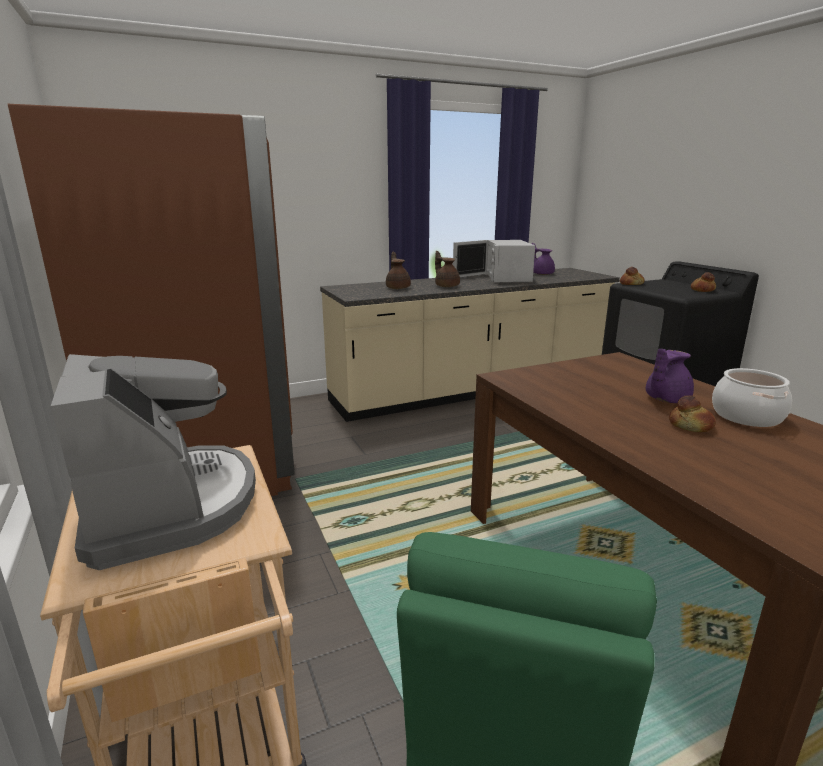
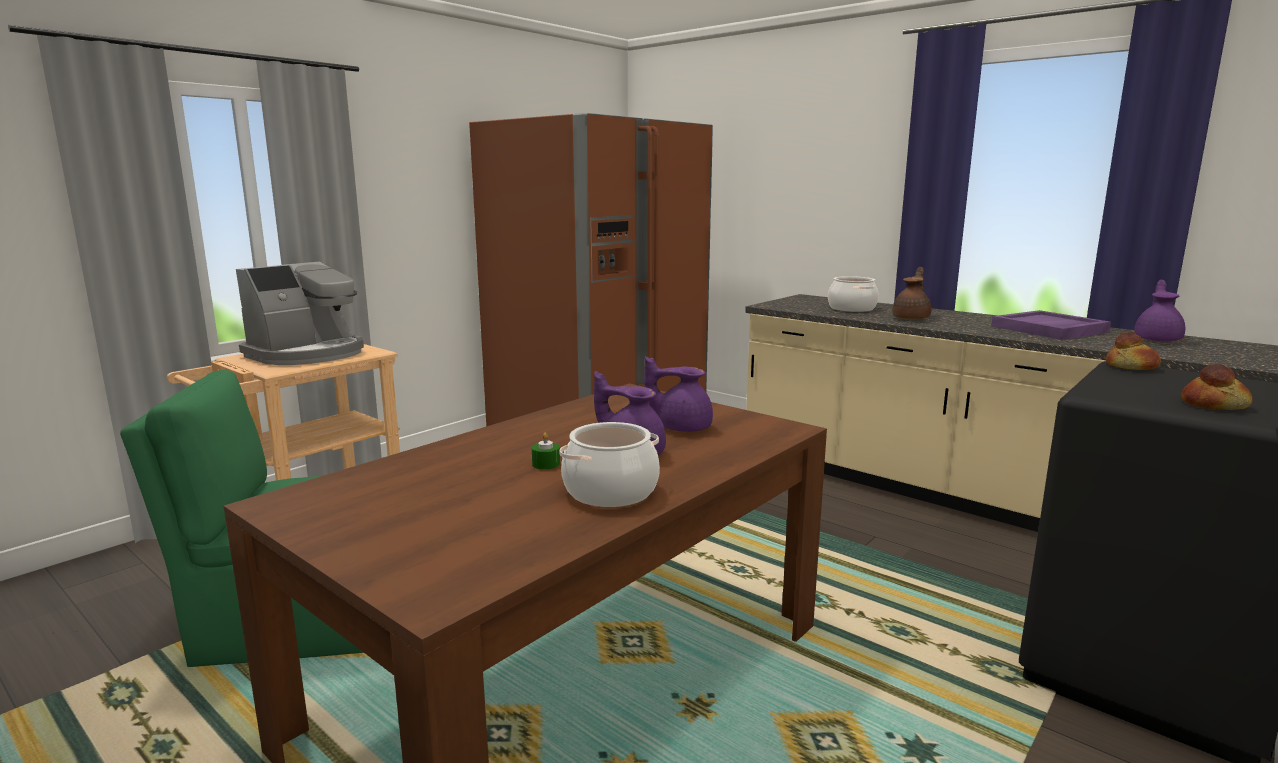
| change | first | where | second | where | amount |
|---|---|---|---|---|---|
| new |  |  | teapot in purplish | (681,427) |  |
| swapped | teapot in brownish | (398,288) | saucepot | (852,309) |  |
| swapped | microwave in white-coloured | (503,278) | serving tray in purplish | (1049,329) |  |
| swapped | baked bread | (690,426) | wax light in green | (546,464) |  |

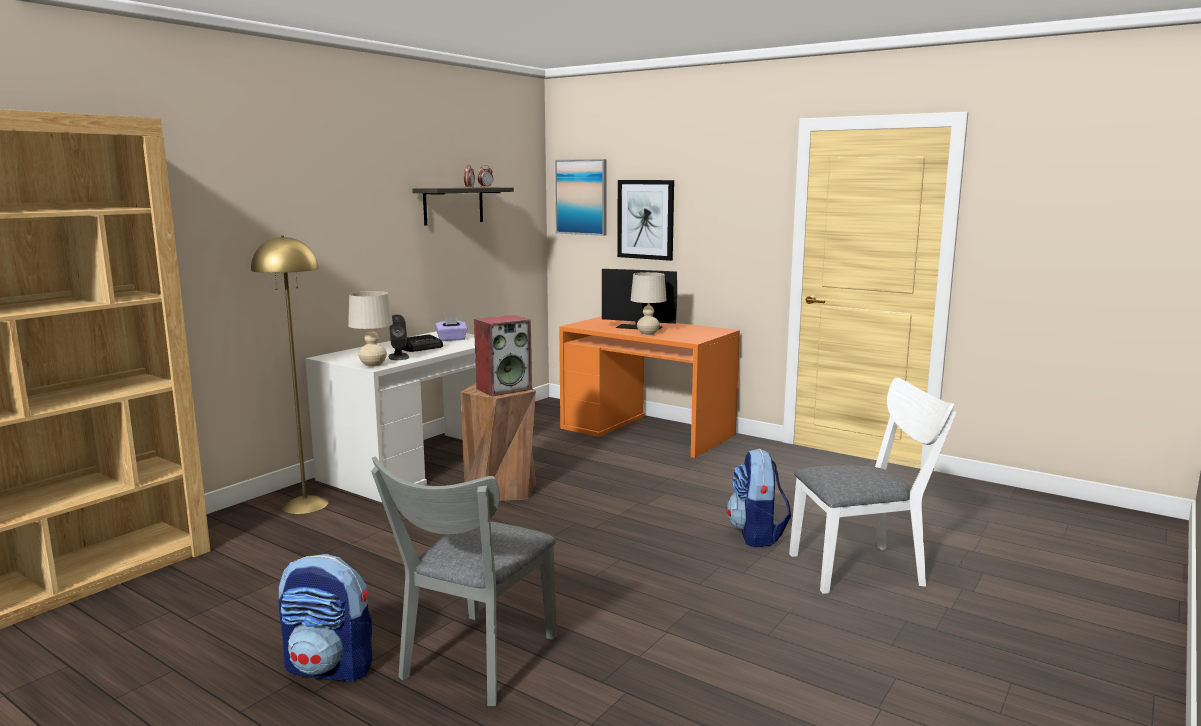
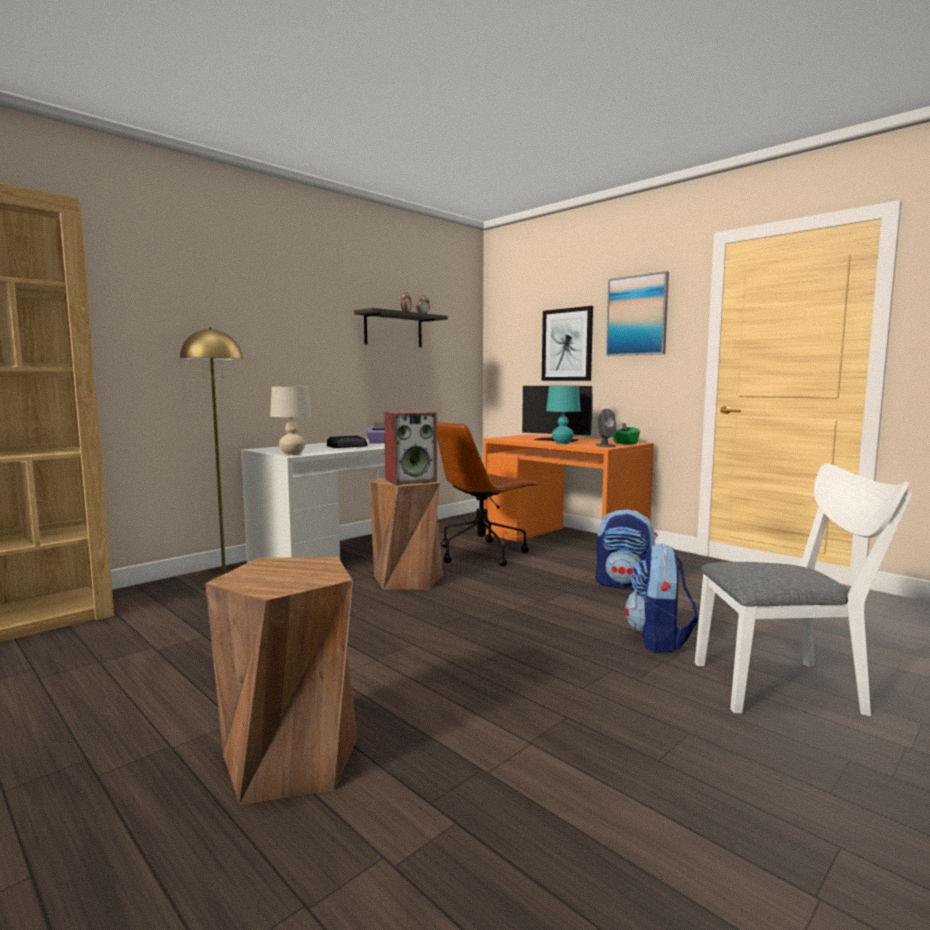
| change | first | where | second | where | amount |
|---|---|---|---|---|---|
| new |  |  | computer chair in brownish | (482,553) |  |
| new |  |  | tissue box in green | (624,443) |  |
| shifted | rucksack | (330,668) |  | (625,585) |  |
| shifted | loudspeaker in greyish | (398,357) |  | (605,445) |  |
| shifted | wall art | (581,197) |  | (637,315) |  |
| swapped | plain chair in greyish | (474,663) | stool seat in brownish | (291,759) |  |
| repainted | lamp for a table in beige-coloured | (648,334) | lamp for a table in blue-green | (562,443) |  |

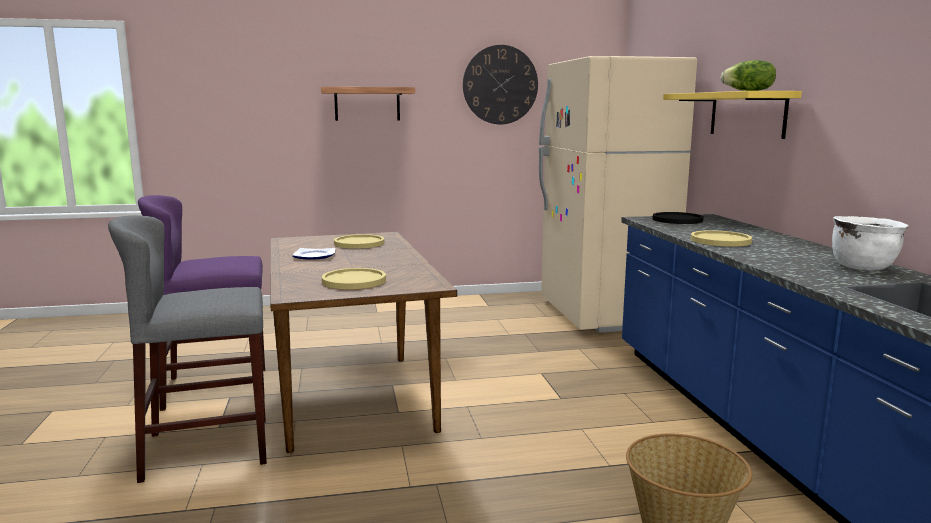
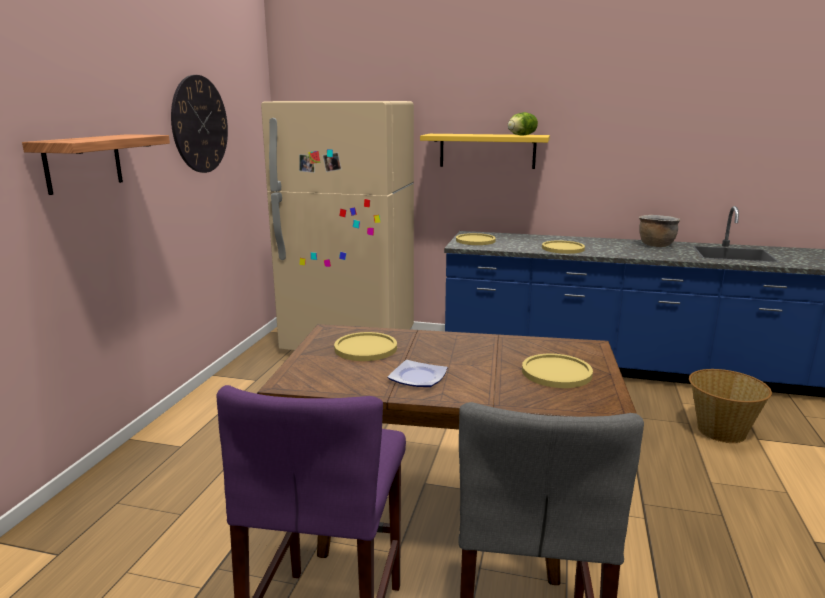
| change | first | where | second | where | amount |
|---|---|---|---|---|---|
| repainted | plate in blackish | (677,219) | plate in yellow-coloured | (475,240) |  |
| repainted | saucepot in white-coloured | (862,267) | saucepot in brownish | (655,245) |  |

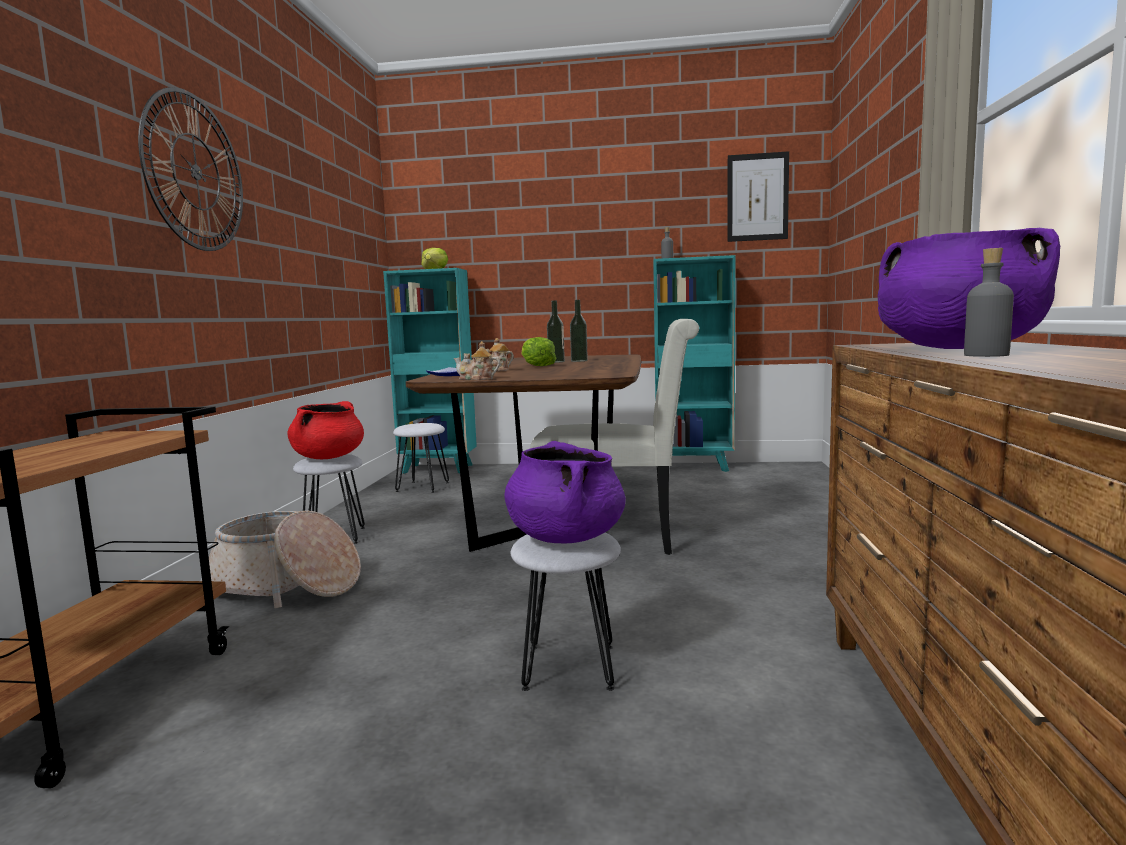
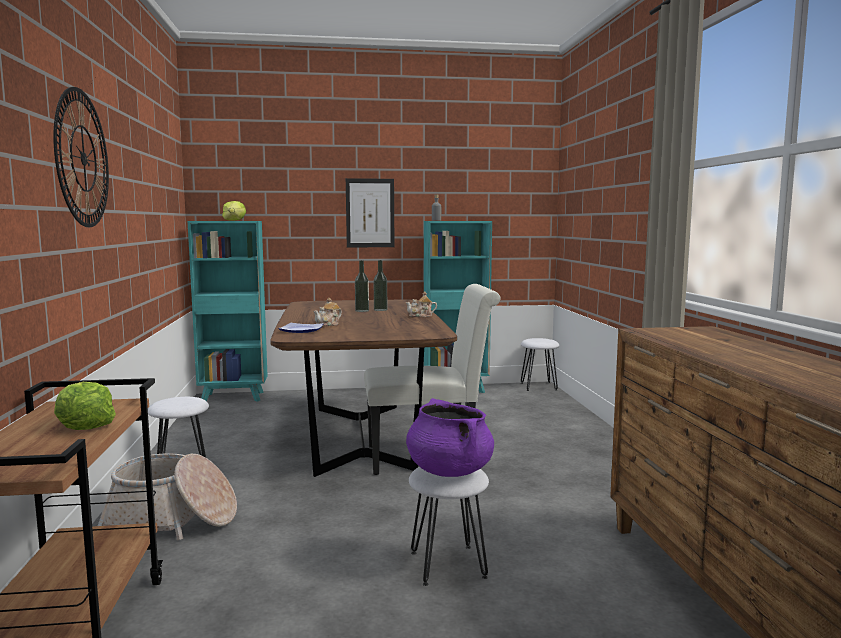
| change | first | where | second | where | amount |
|---|---|---|---|---|---|
| gone | saucepot in red | (328,457) |  |  |  |
| gone | saucepot in purplish | (956,348) |  |  |  |
| gone | beverage bottle in greyish | (986,355) |  |  |  |
| shifted | stool seat in white-coloured | (423,487) |  | (539,386) |  |
| shifted | teapot | (477,379) |  | (421,316) |  |
| shifted | head of lettuce | (537,365) |  | (84,425) |  |
| shifted | wall art | (757,197) |  | (370,213) |  |

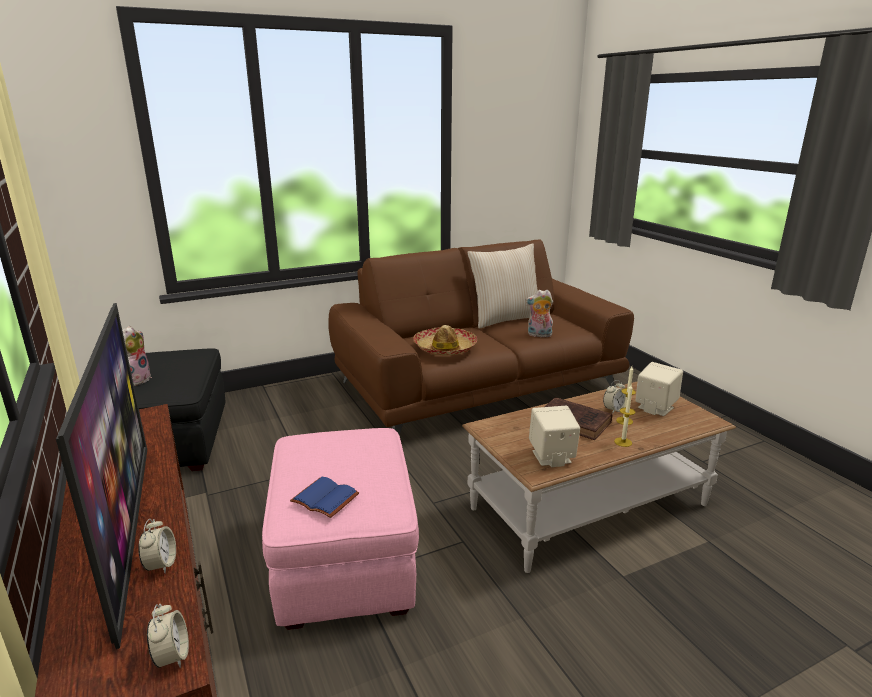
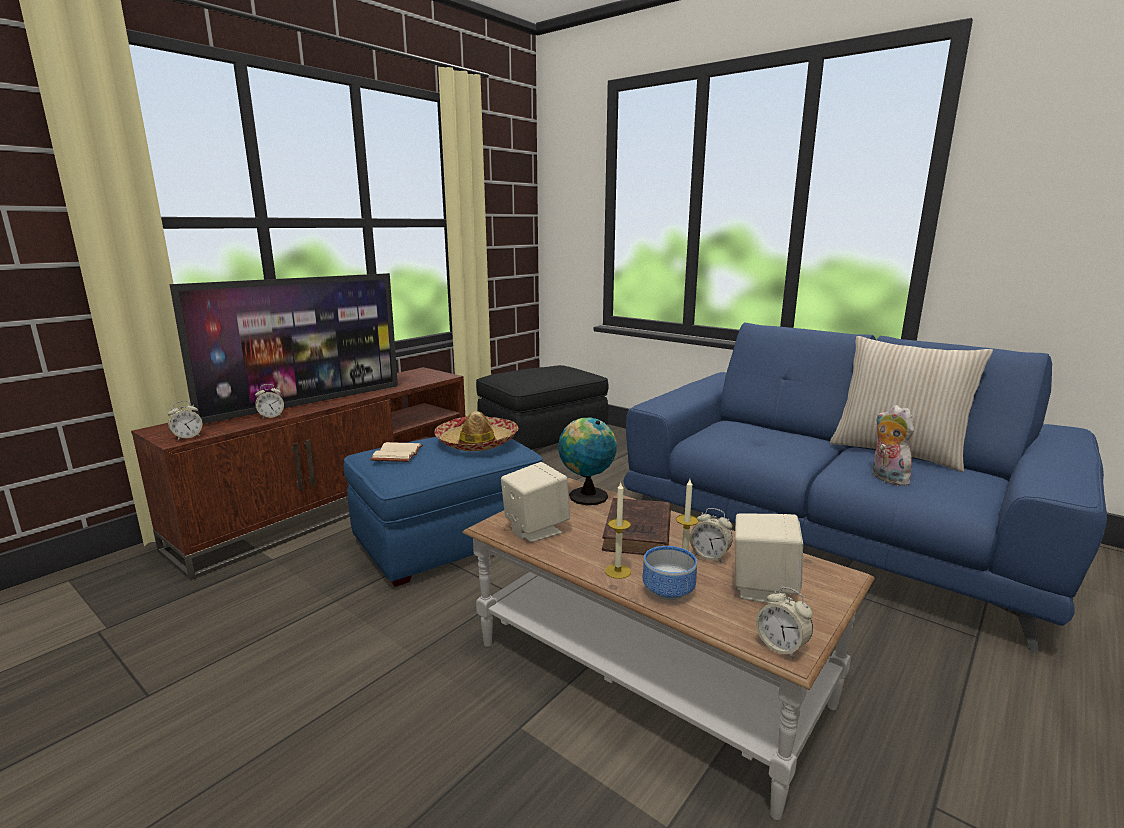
| change | first | where | second | where | amount |
|---|---|---|---|---|---|
| gone | plush toy | (137,379) |  |  |  |
| new |  |  | globe | (585,496) |  |
| new |  |  | deep dish | (670,592) |  |
| new |  |  | alarm clock | (781,646) |  |
| shifted | clothing hat | (444,348) |  | (477,442) |  |
| repainted | ottoman in pinkish | (345,559) | ottoman in bluish | (449,541) |  |
| repainted | volume in bluish | (323,499) | volume in beige-coloured | (396,454) |  |
| repainted | couch in brownish | (478,386) | couch in bluish | (832,531) |  |

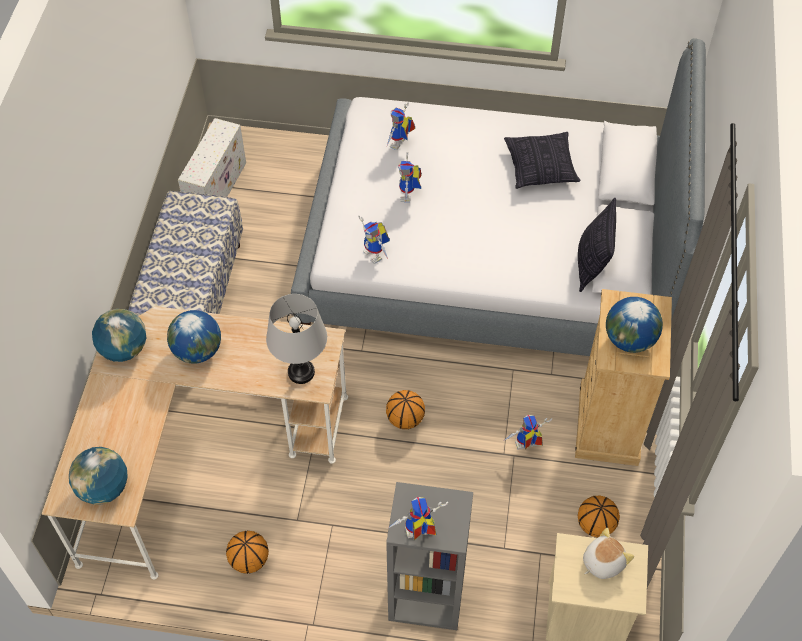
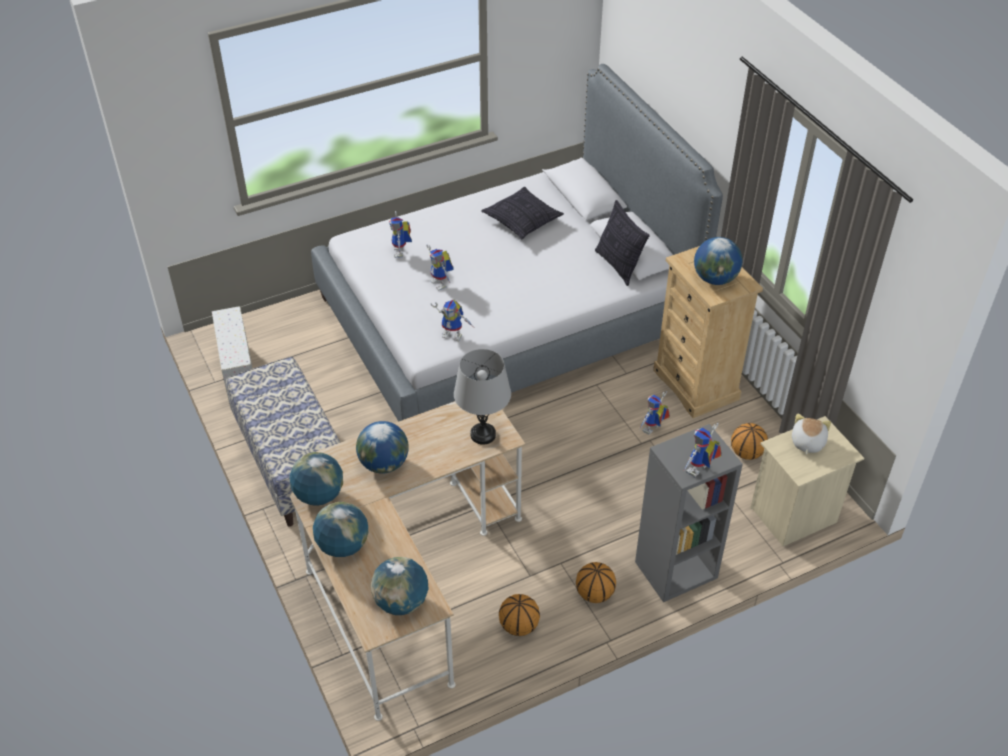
| change | first | where | second | where | amount |
|---|---|---|---|---|---|
| new |  |  | globe | (343,546) |  |
| shifted | ball for basketball | (405,419) |  | (595,594) |  |

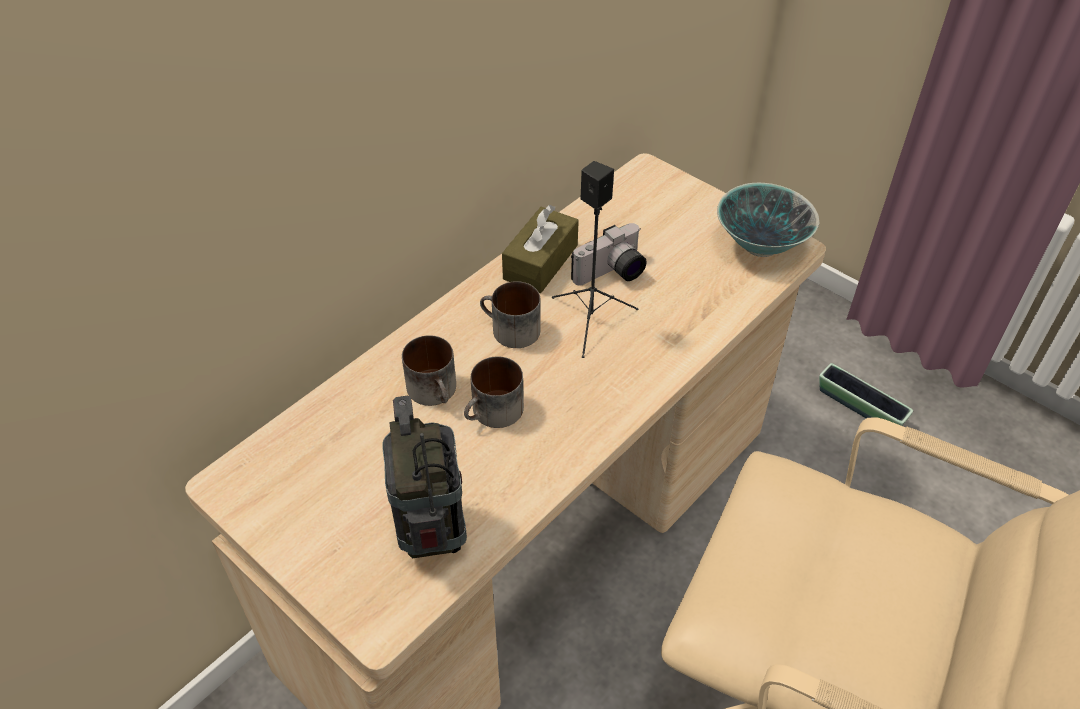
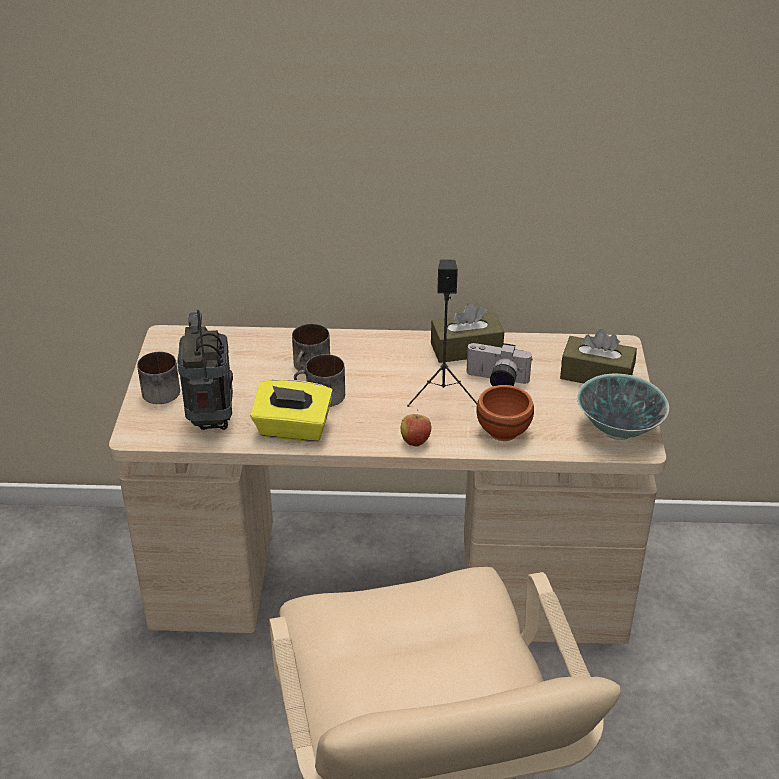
| change | first | where | second | where | amount |
|---|---|---|---|---|---|
| gone | planter | (860,407) |  |  |  |
| new |  |  | tissue box in yellow-coloured | (293,429) |  |
| new |  |  | apple fruit | (415,441) |  |
| new |  |  | deep dish in brownish | (503,430) |  |
| new |  |  | tissue box in brownish | (596,375) |  |
| shifted | tea mug | (509,330) |  | (158,389) |  |
| rotated | radio | (432,533) |  | (211,420) | 45 degrees counterclockwise |

